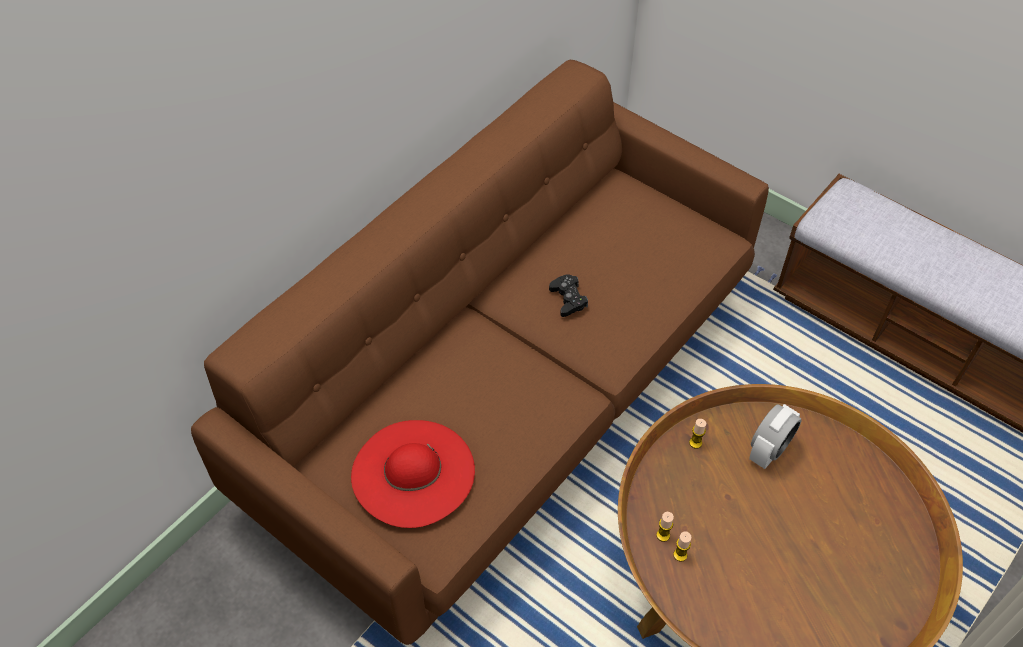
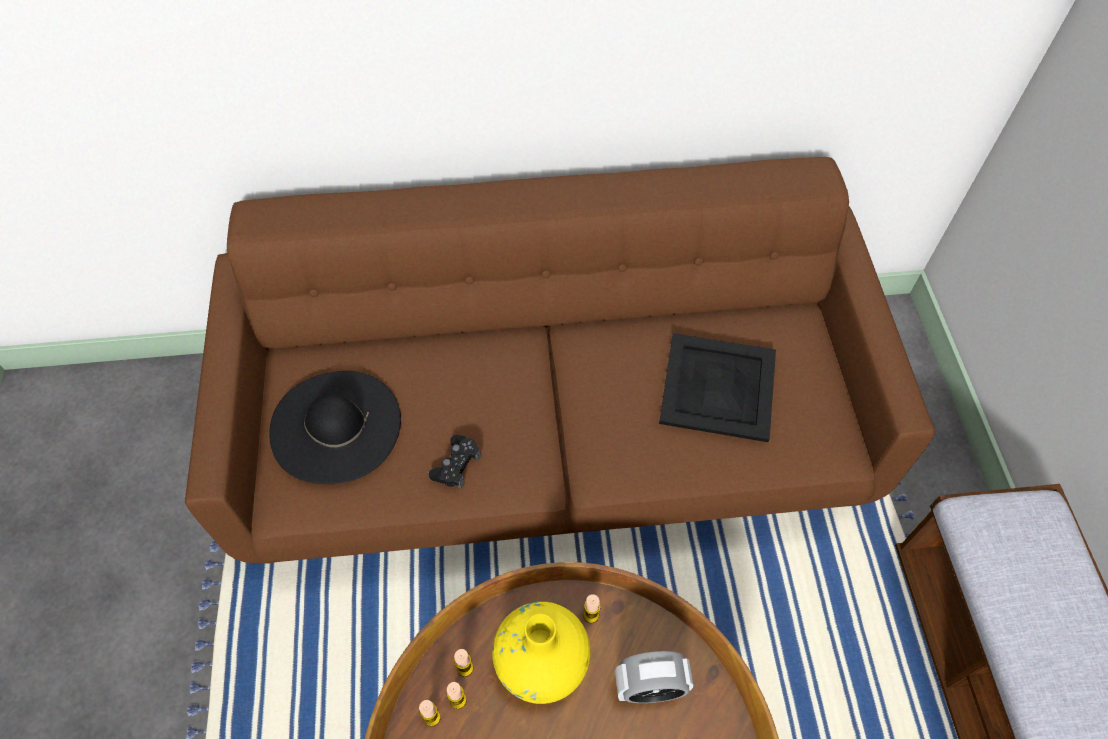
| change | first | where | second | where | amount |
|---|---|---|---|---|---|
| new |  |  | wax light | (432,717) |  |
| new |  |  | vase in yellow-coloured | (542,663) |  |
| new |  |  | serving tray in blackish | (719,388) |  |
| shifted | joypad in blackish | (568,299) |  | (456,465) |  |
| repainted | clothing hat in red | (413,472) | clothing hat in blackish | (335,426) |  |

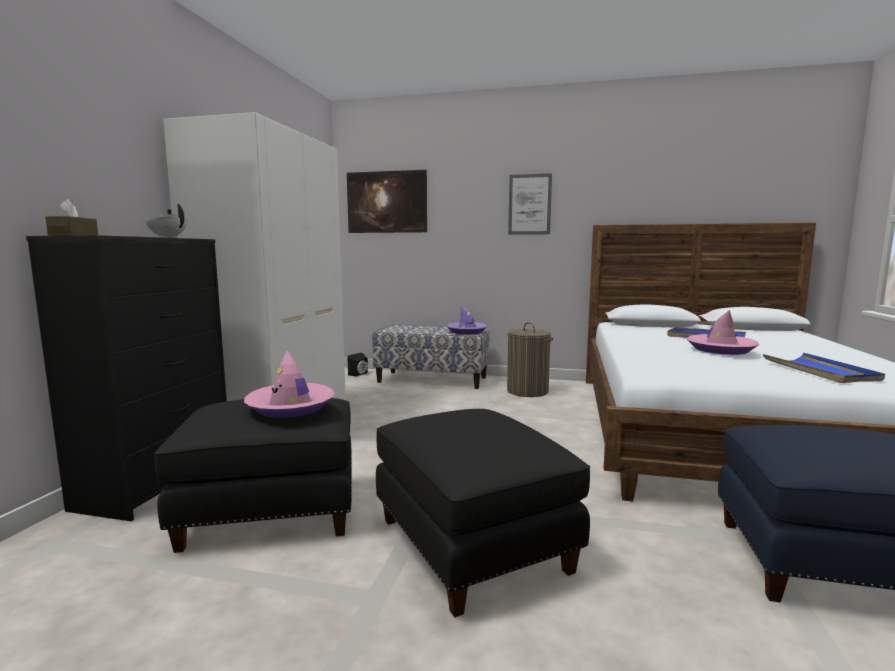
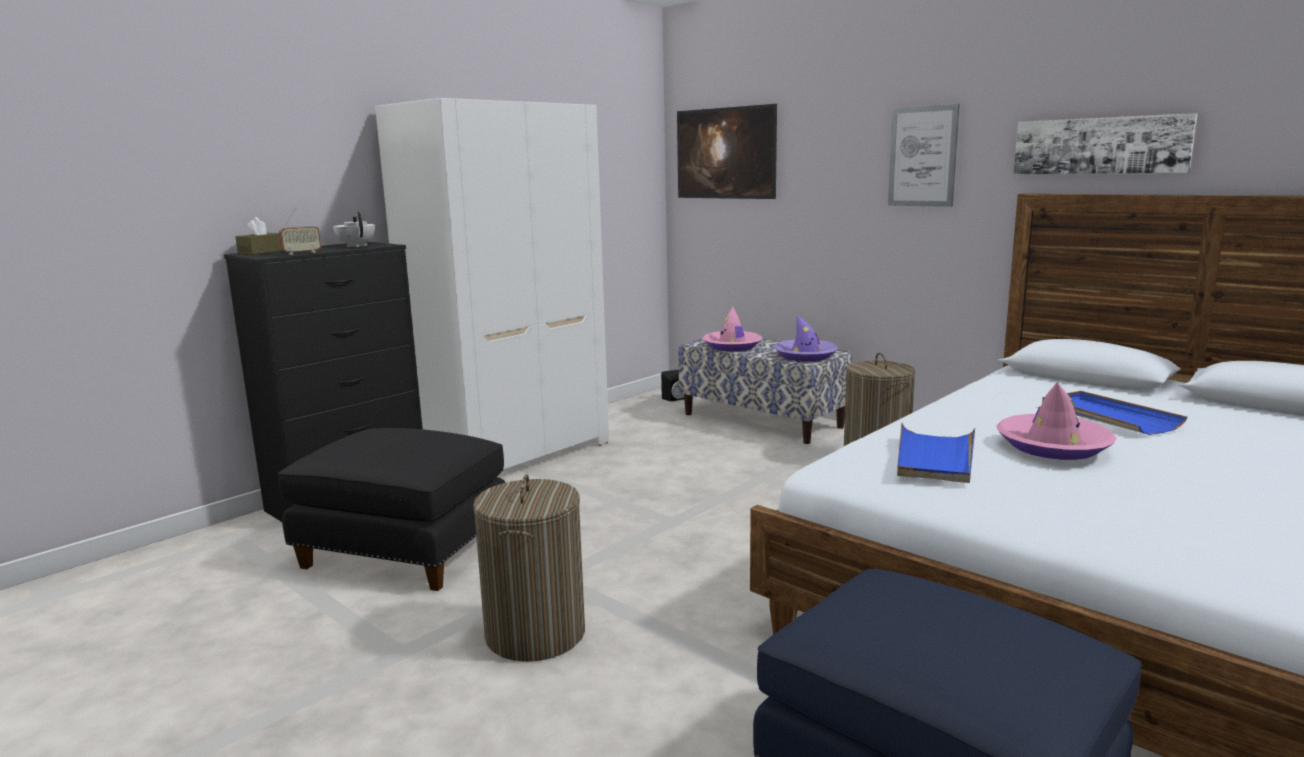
| change | first | where | second | where | amount |
|---|---|---|---|---|---|
| new |  |  | radio | (302,253) |  |
| new |  |  | wall art | (1100,146) |  |
| shifted | clothing hat in pinkish | (291,407) |  | (732,346) |  |
| shifted | serving tray in bluish | (820,371) |  | (934,457) |  |
| swapped | ottoman in blackish | (470,545) | hamper | (535,633) |  |

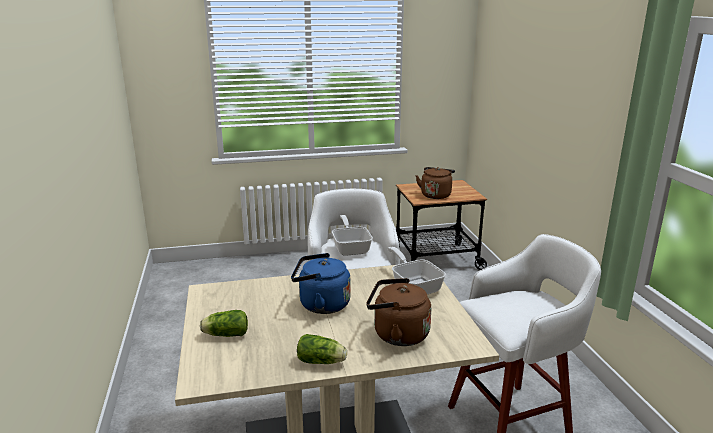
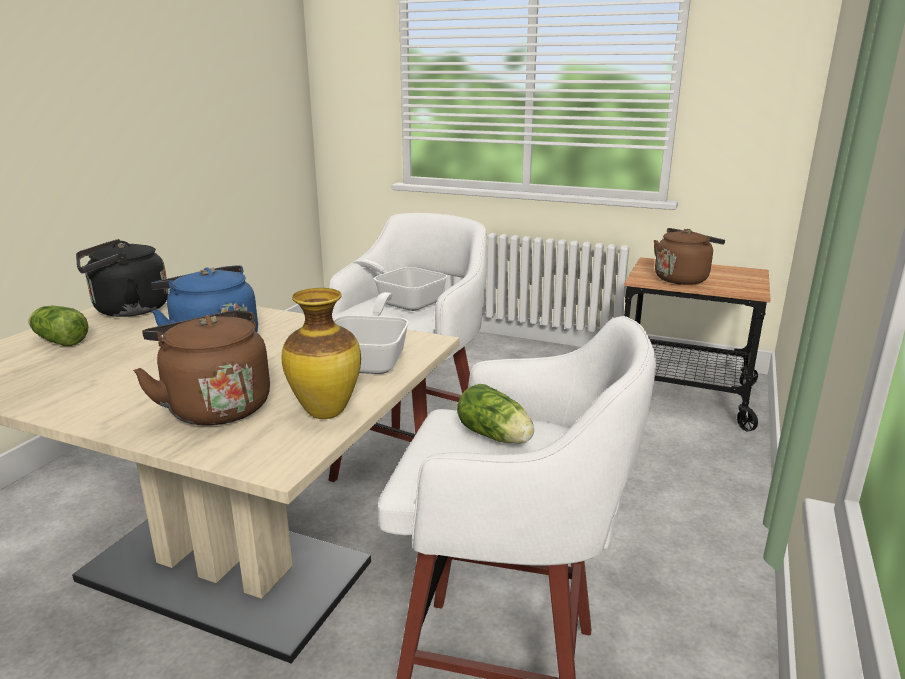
| change | first | where | second | where | amount |
|---|---|---|---|---|---|
| new |  |  | water kettle in blackish | (127,310) |  |
| new |  |  | vase | (326,412) |  |
| shifted | head of lettuce | (322,362) |  | (496,437) |  |
| rotated | pan | (351,247) |  | (404,301) | 75 degrees counterclockwise |

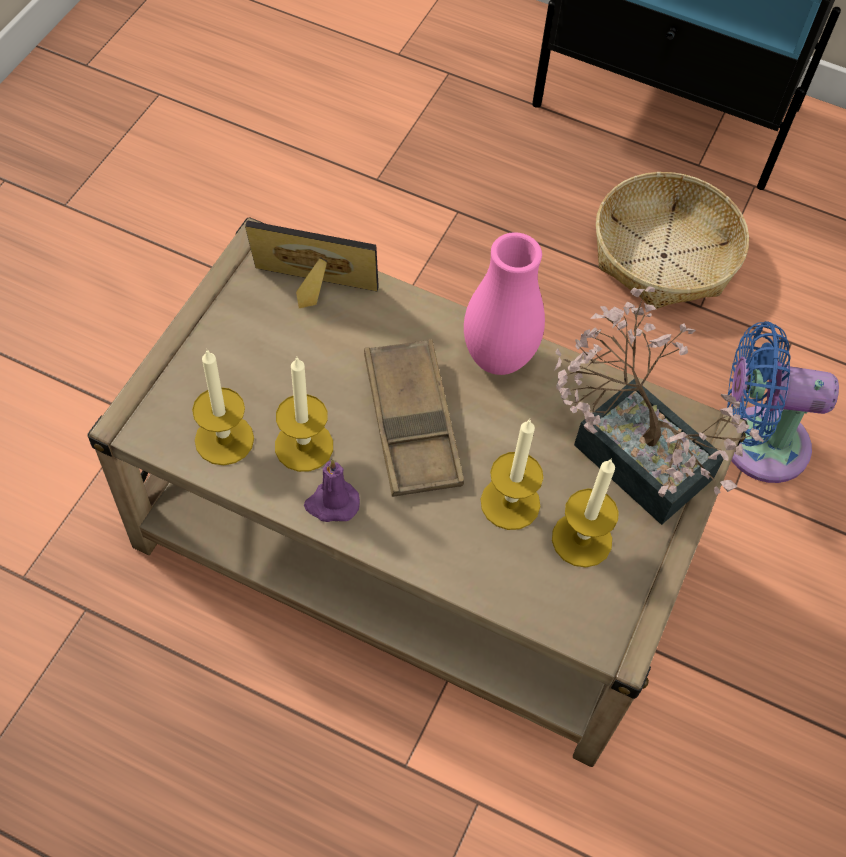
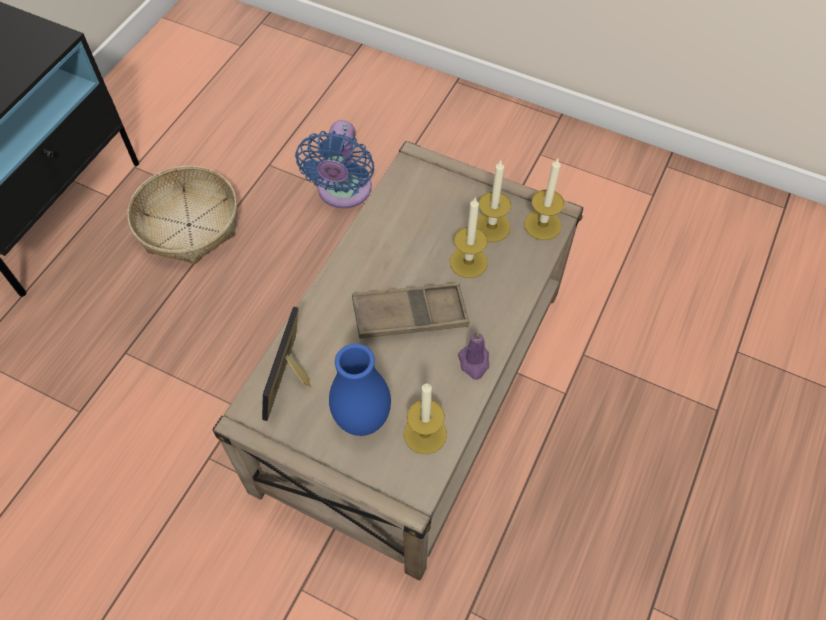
| change | first | where | second | where | amount |
|---|---|---|---|---|---|
| gone | vase in pinkish | (498,358) |  |  |  |
| gone | houseplant | (632,449) |  |  |  |
| new |  |  | vase in bluish | (362,419) |  |
| shifted | wax light | (304,446) |  | (542,225) |  |

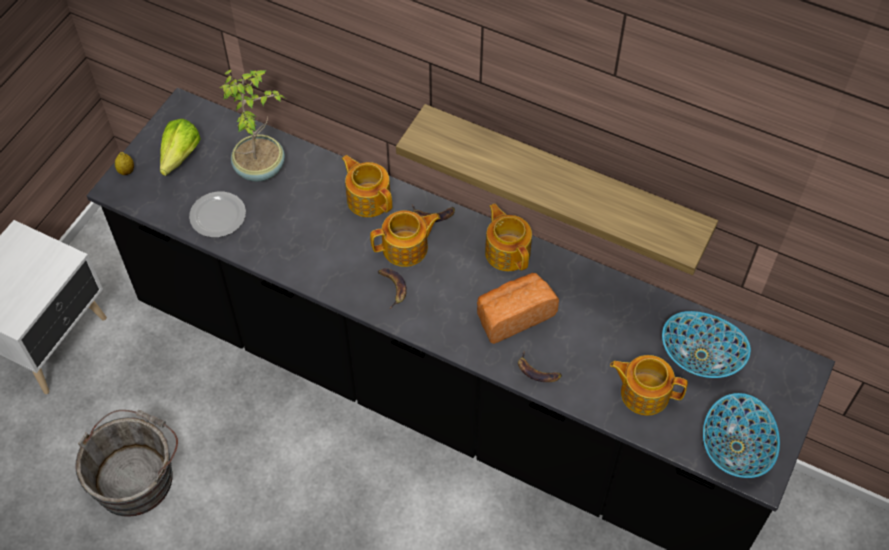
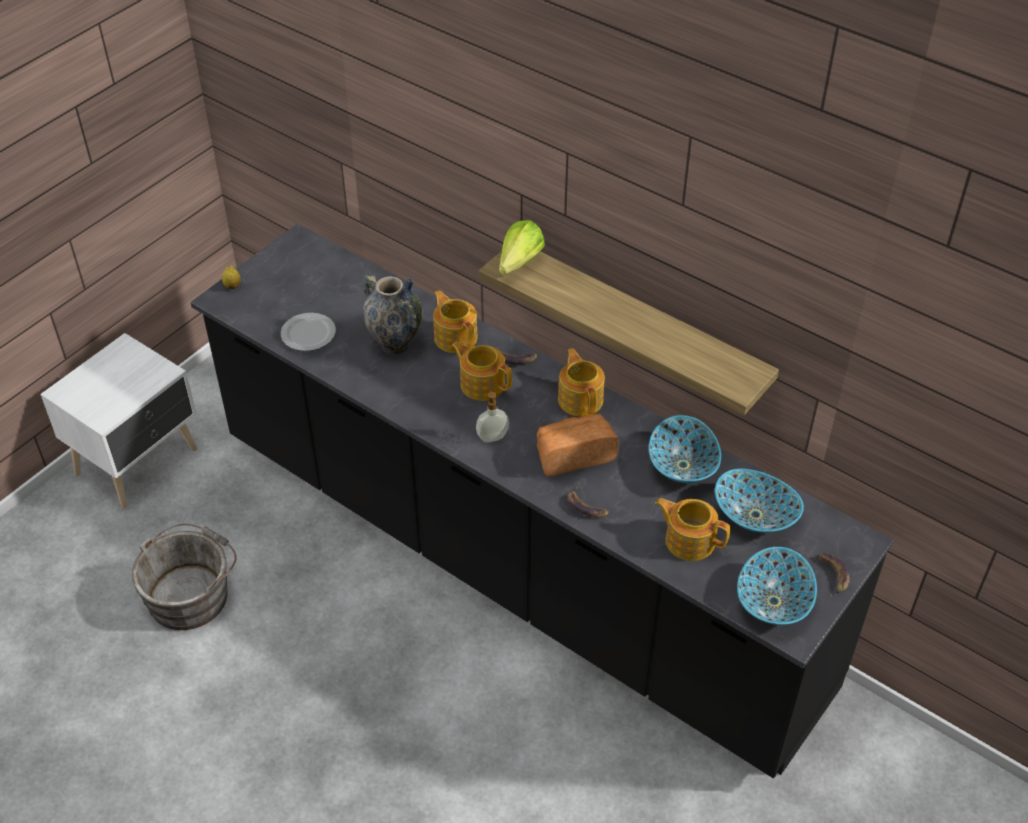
| change | first | where | second | where | amount |
|---|---|---|---|---|---|
| gone | houseplant | (261,167) |  |  |  |
| new |  |  | vase | (395,344) |  |
| new |  |  | soap dispenser | (493,438) |  |
| new |  |  | deep dish | (682,466) |  |
| shifted | head of lettuce | (177,161) |  | (515,266) |  |
| shifted | banana fruit | (392,287) |  | (832,574) |  |
| rotated | teapot | (406,248) |  | (482,383) | 135 degrees counterclockwise |

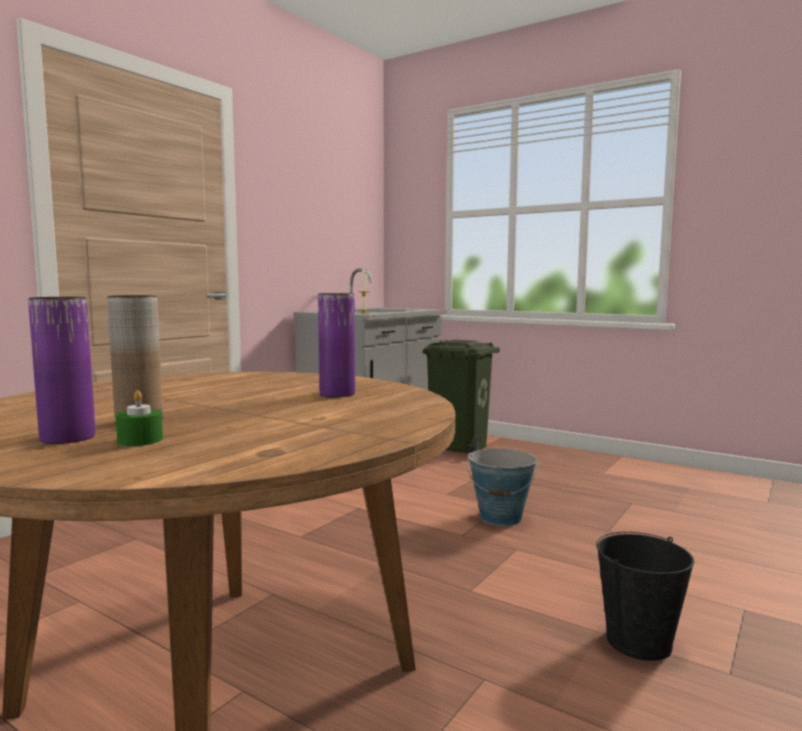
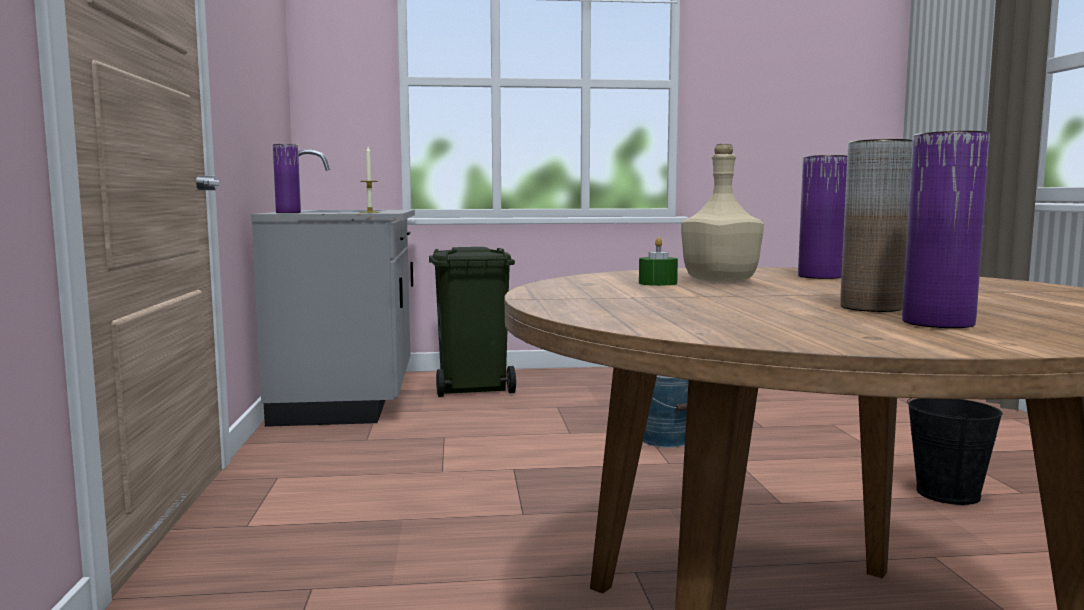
| change | first | where | second | where | amount |
|---|---|---|---|---|---|
| new |  |  | vase in purplish | (288,213) |  |
| new |  |  | beverage bottle in beige-coloured | (719,280) |  |
| shifted | wax light in green | (140,440) |  | (657,283) |  |

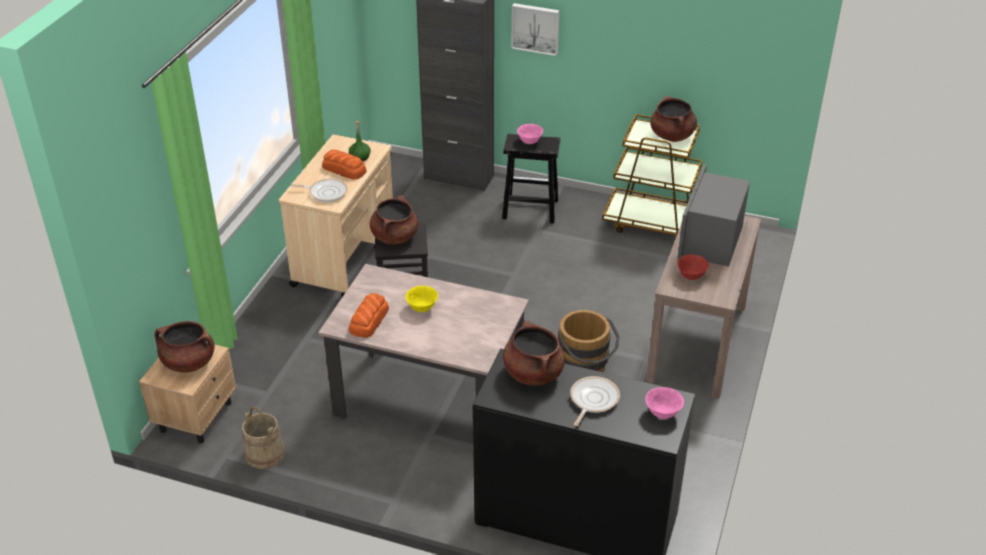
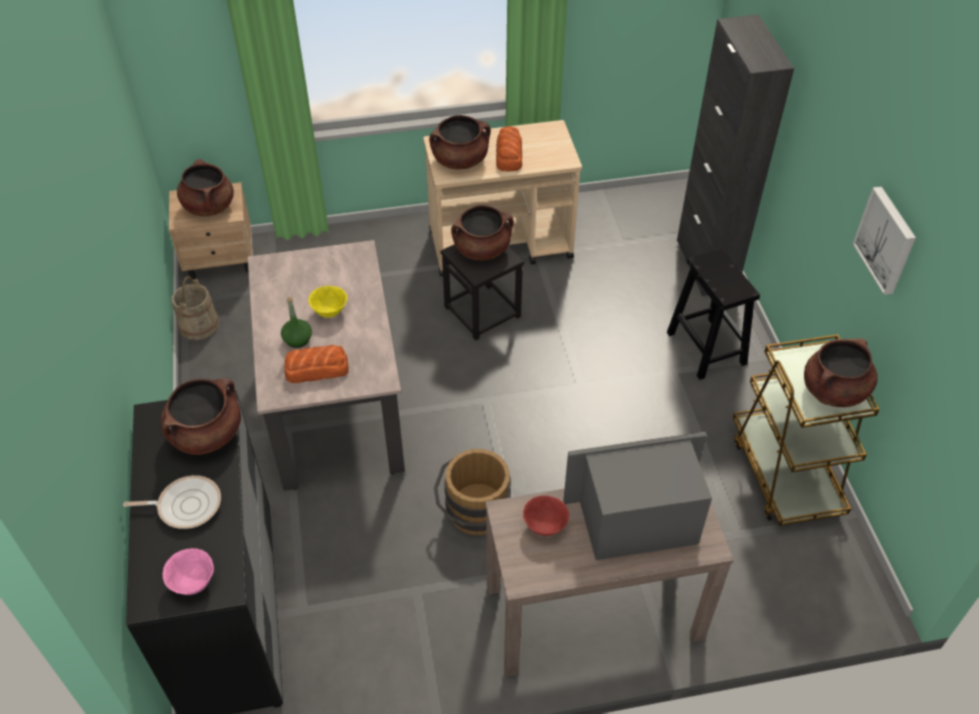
| change | first | where | second | where | amount |
|---|---|---|---|---|---|
| gone | deep dish in pinkish | (530,141) |  |  |  |
| shifted | beverage bottle in green | (360,157) |  | (297,339) |  |
| shifted | baked bread | (368,321) |  | (316,369) |  |
| shifted | wall art | (536,28) |  | (887,240) |  |
| swapped | pan | (326,192) | saucepot in brownish | (460,160) |  |

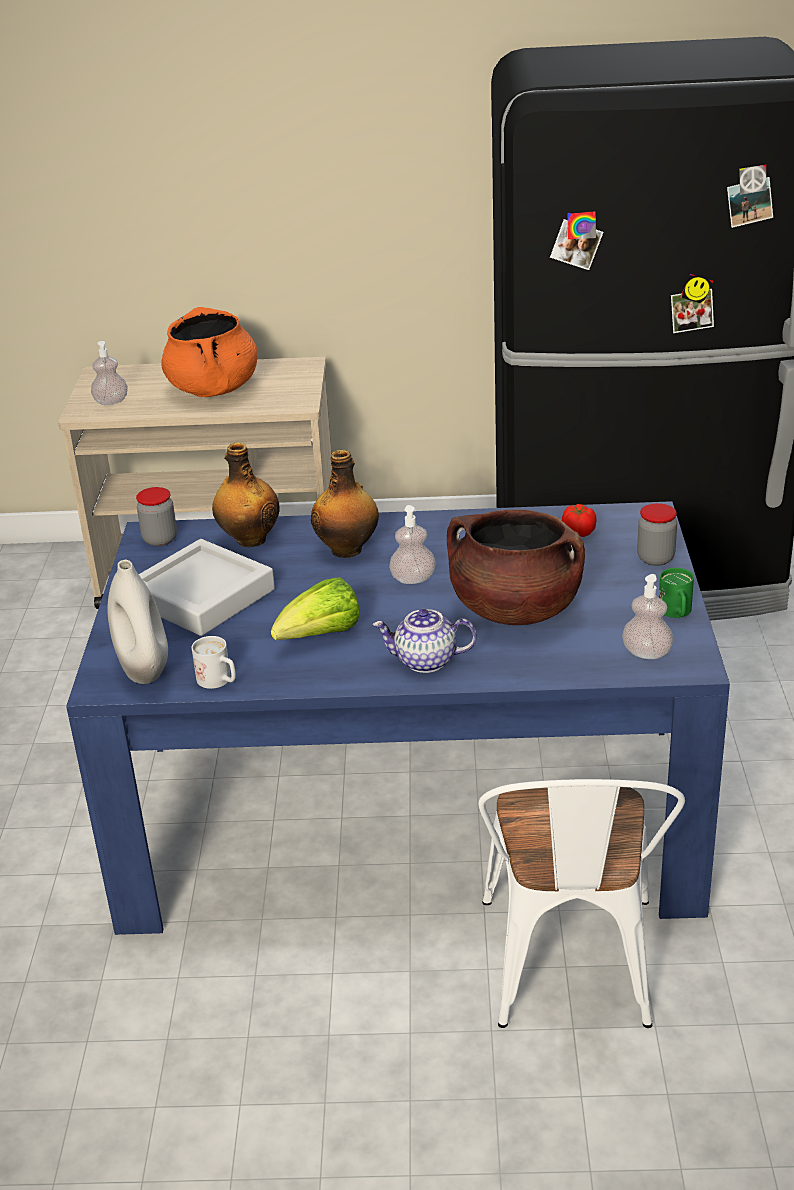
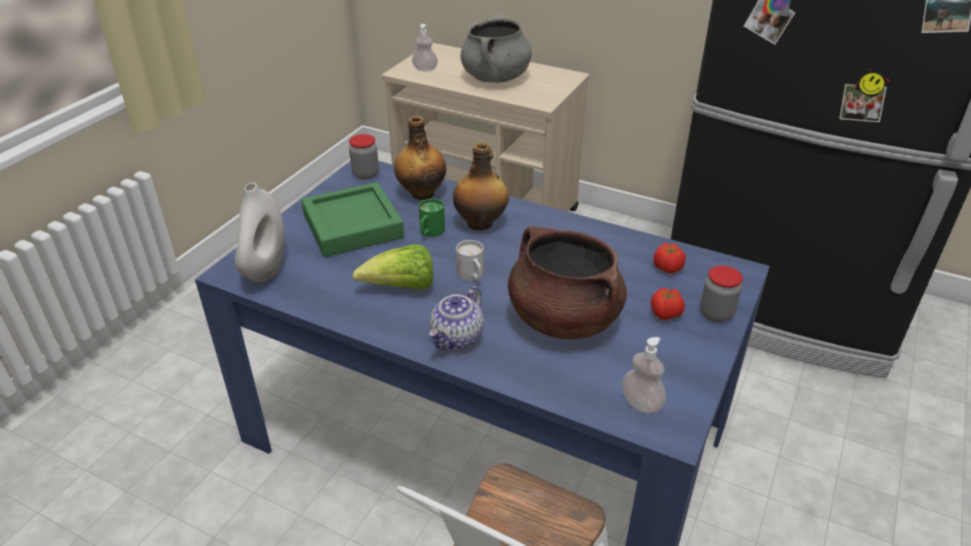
| change | first | where | second | where | amount |
|---|---|---|---|---|---|
| gone | soap dispenser | (413,579) |  |  |  |
| new |  |  | fresh tomato | (666,314) |  |
| shifted | tea mug in white-coloured | (219,681) |  | (472,276) |  |
| shifted | tea mug in green | (676,613) |  | (430,233) |  |
| repainted | serving tray in greyish | (202,596) | serving tray in green | (353,226) |  |
| repainted | saucepot in orange | (214,389) | saucepot in greyish | (495,78) |  |
| rotated | teapot | (425,661) |  | (457,339) | 90 degrees counterclockwise |

